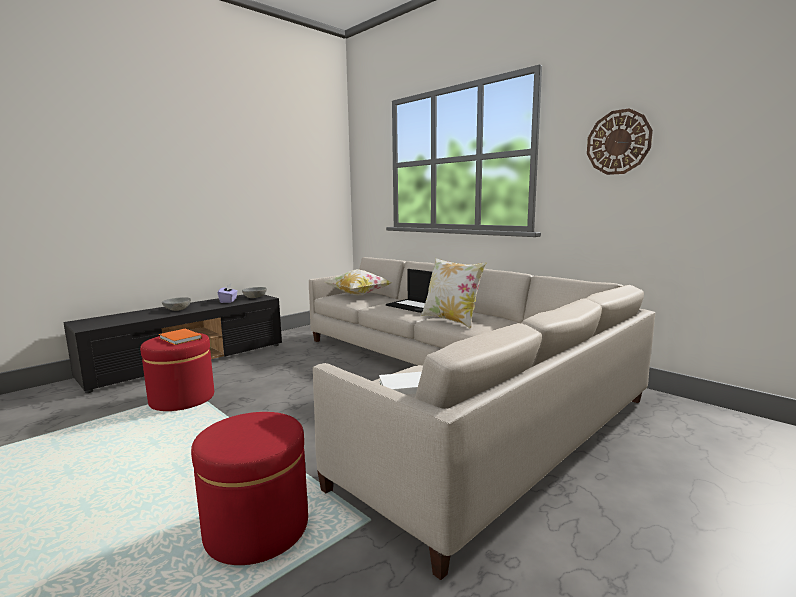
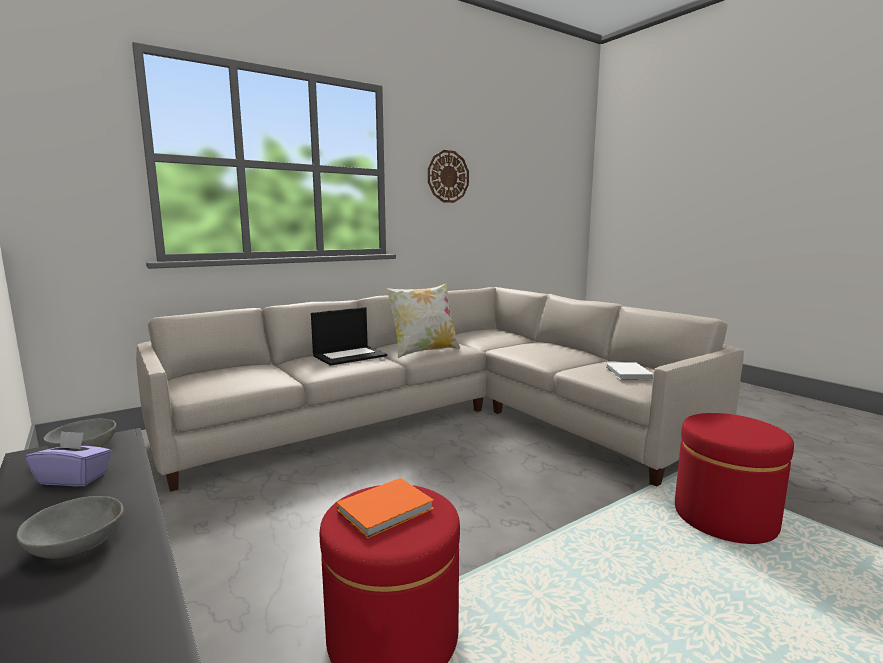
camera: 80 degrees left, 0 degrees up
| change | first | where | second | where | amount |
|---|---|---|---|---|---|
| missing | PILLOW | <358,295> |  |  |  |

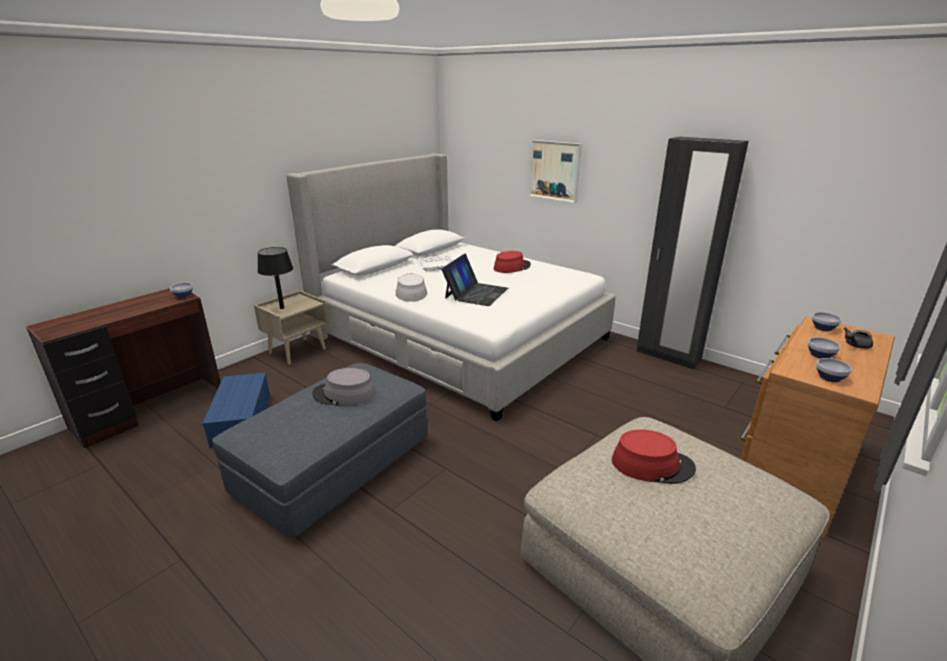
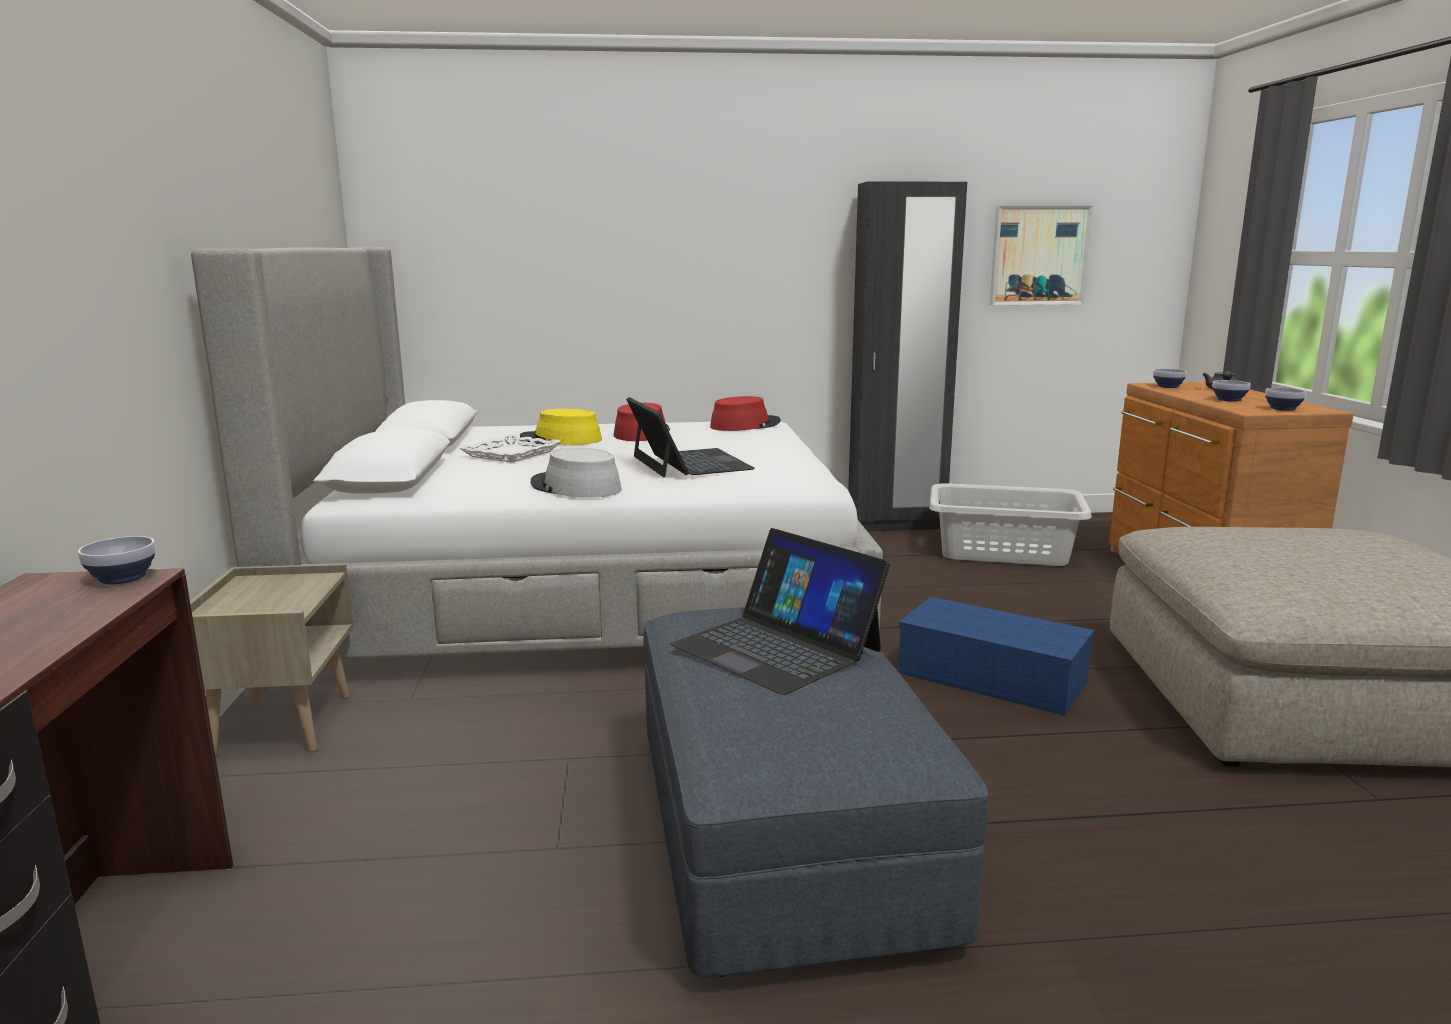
camera: 45 degrees left, 10 degrees down
| change | first | where | second | where | amount |
|---|---|---|---|---|---|
| appeared |  |  | YELLOW HAT | <561,440> |  |
| exchanged | GREY HAT | <344,394> | LAPTOP | <777,647> |  |
| relocated | RED HAT | <652,465> |  | <745,425> |  |
| relocated | BLUE STORAGE BOX | <242,420> |  | <994,677> |  |
| appeared |  |  | GREY LAUNDRY BASKET | <1002,551> |  |
| relocated | PICTURE | <555,170> |  | <1039,255> |  |
| missing | BLACK TABLE LAMP | <282,308> |  |  |  |

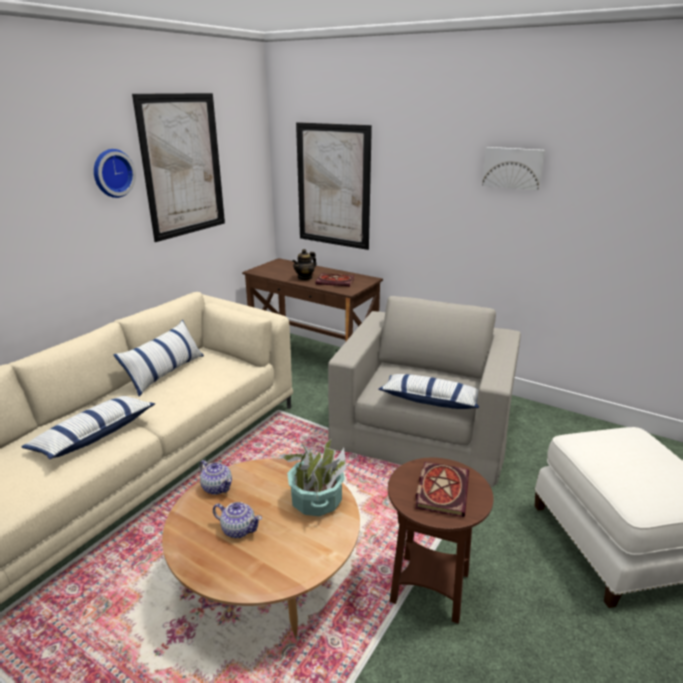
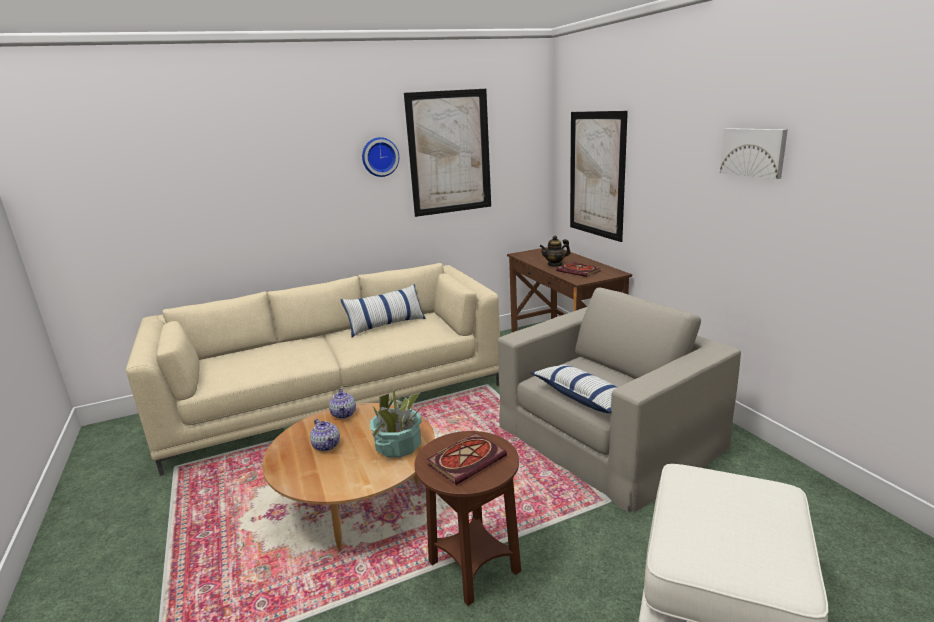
camera: 35 degrees right, 5 degrees down
| change | first | where | second | where | amount |
|---|---|---|---|---|---|
| missing | PILLOW | <94,435> |  |  |  |

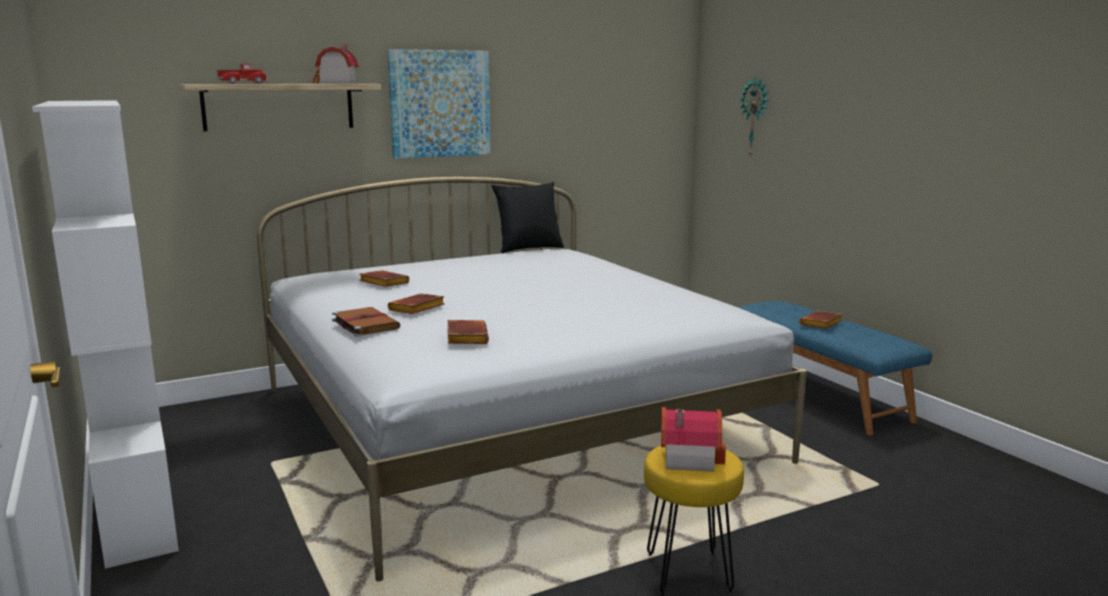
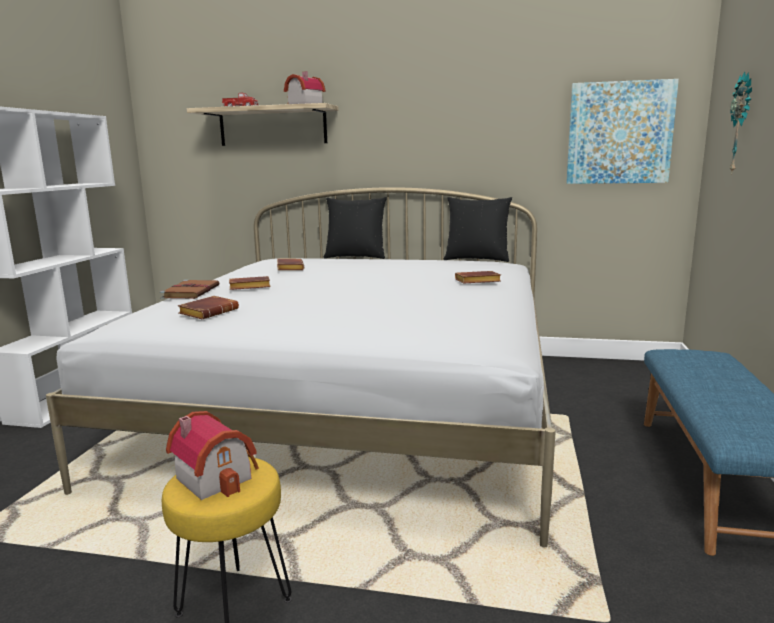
camera: 40 degrees right, 0 degrees up
| change | first | where | second | where | amount |
|---|---|---|---|---|---|
| appeared |  |  | BLACK PILLOW | <356,257> |  |
| relocated | BROWN BOOK | <821,324> |  | <476,282> |  |
| relocated | PICTURE | <439,103> |  | <619,133> |  |

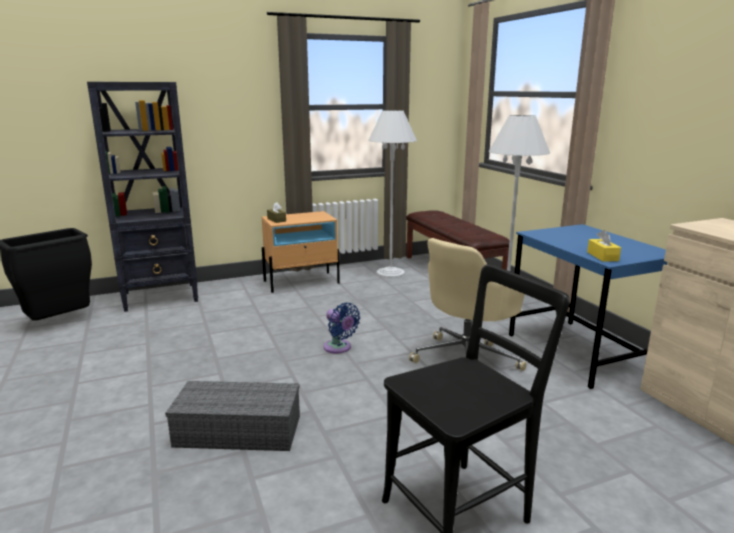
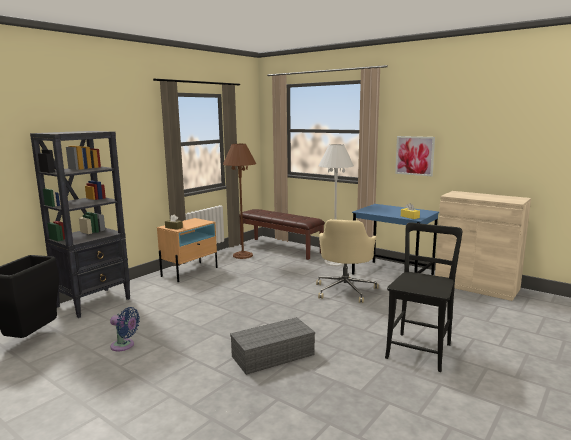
camera: 30 degrees left, 5 degrees down
| change | first | where | second | where | amount |
|---|---|---|---|---|---|
| relocated | BLUE FAN | <339,348> |  | <124,346> |  |
| colour | WHITE FLOOR LAMP | <390,273> | BROWN FLOOR LAMP | <242,255> |  |
| appeared |  |  | PICTURE | <414,155> |  |

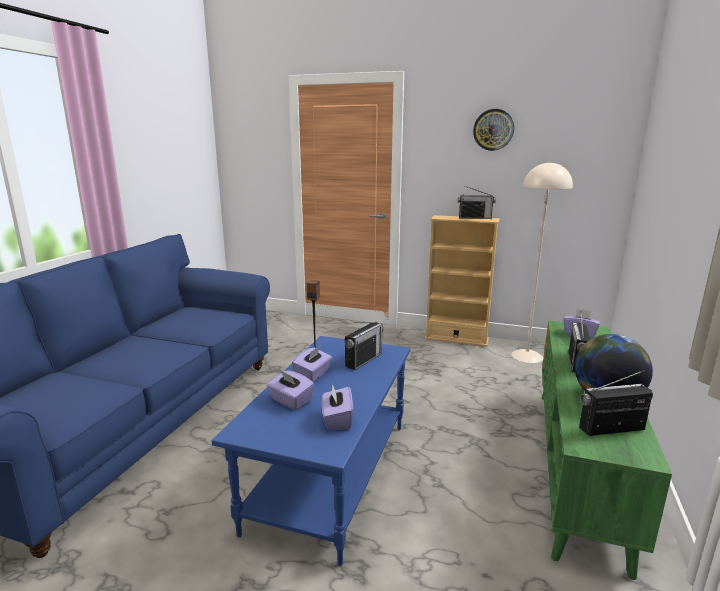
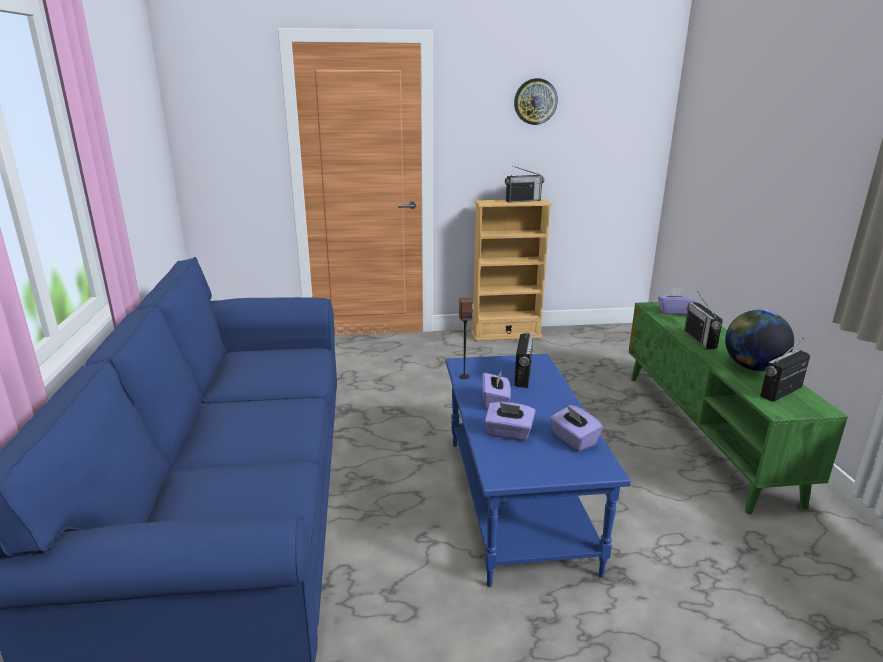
camera: 25 degrees left, 5 degrees up
| change | first | where | second | where | amount |
|---|---|---|---|---|---|
| missing | BEIGE FLOOR LAMP | <527,356> |  |  |  |

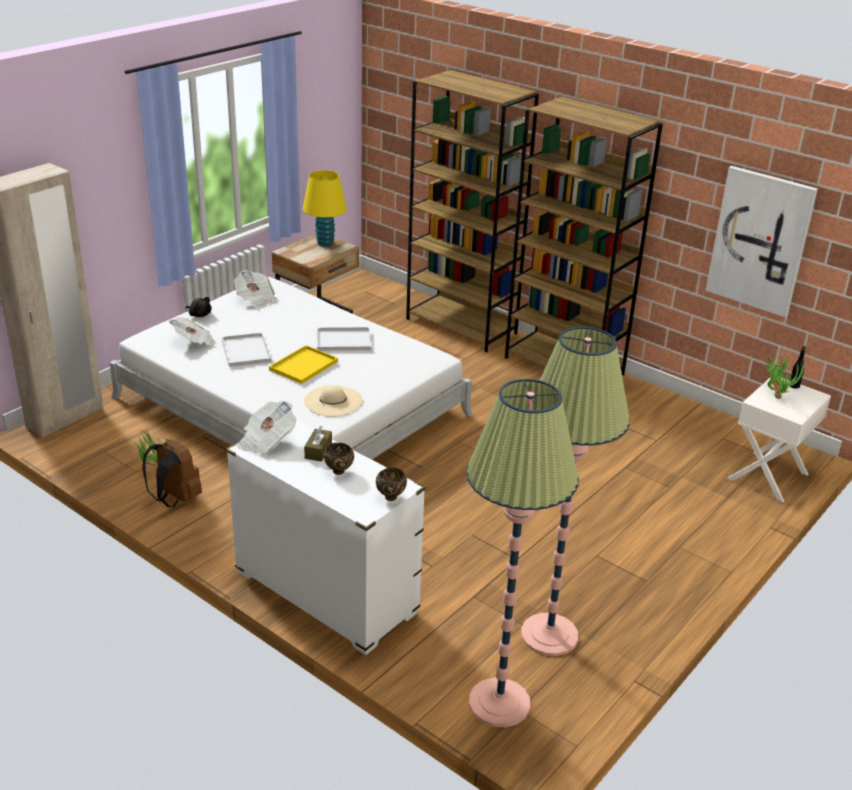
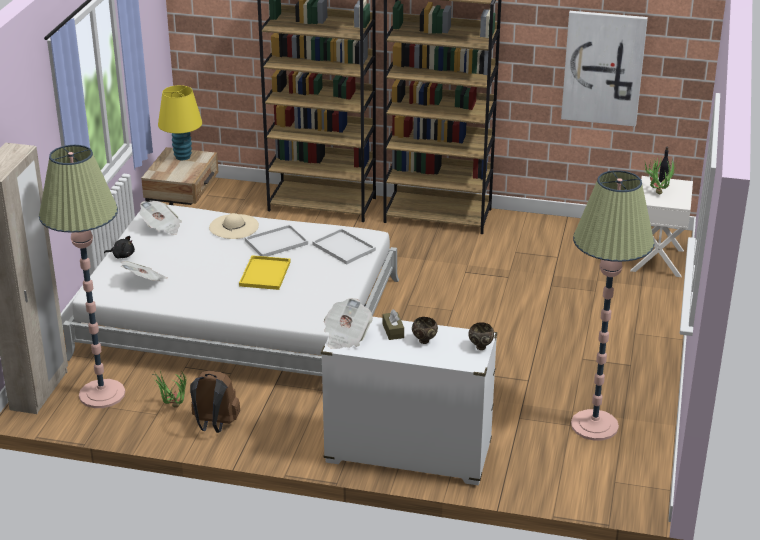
camera: 25 degrees left, 0 degrees up
| change | first | where | second | where | amount |
|---|---|---|---|---|---|
| relocated | FLOOR LAMP | <499,703> |  | <102,394> |  |
| relocated | BEIGE HAT | <333,401> |  | <234,226> |  |
| relocated | WHITE TRAY | <247,351> |  | <345,248> |  |

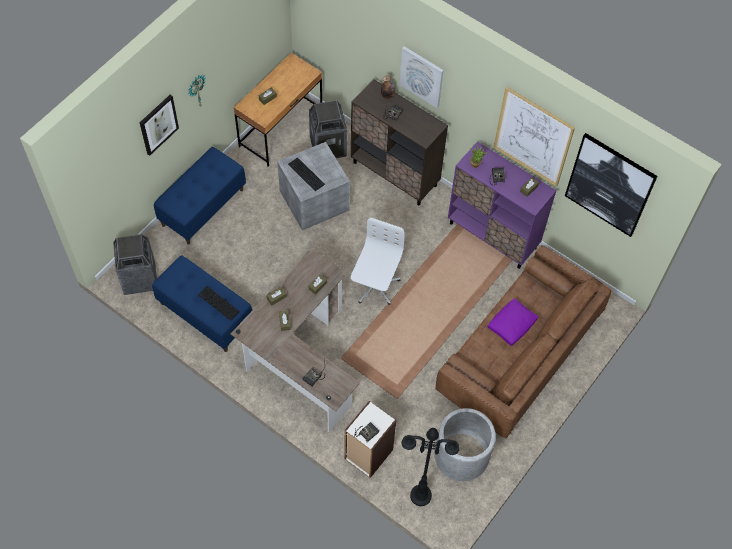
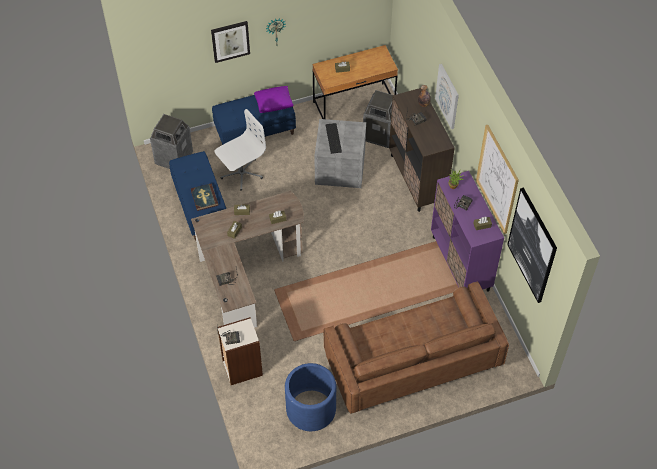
camera: 35 degrees right, 5 degrees down
| change | first | where | second | where | amount |
|---|---|---|---|---|---|
| exchanged | KEYBOARD | <218,304> | BOOK | <204,198> |  |
| relocated | WHITE OFFICE CHAIR | <374,286> |  | <241,173> |  |
| relocated | PURPLE PILLOW | <511,325> |  | <273,103> |  |
| colour | GREY PLANTER | <461,455> | BLUE PLANTER | <311,409> |  |
| missing | BLACK FLOOR LAMP | <420,496> |  |  |  |

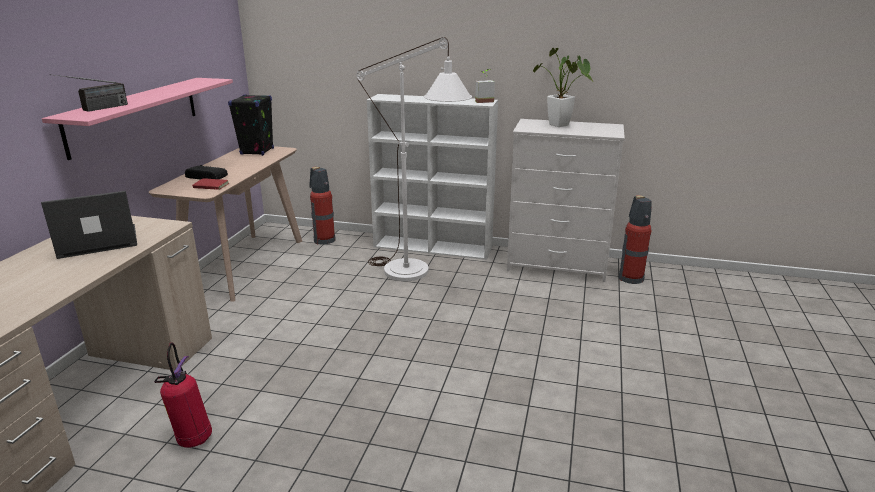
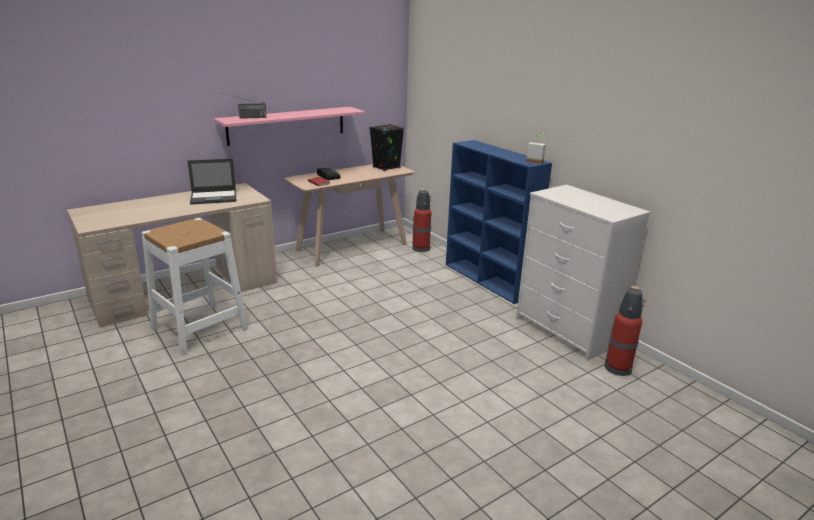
camera: 40 degrees right, 0 degrees up
| change | first | where | second | where | amount |
|---|---|---|---|---|---|
| exchanged | FIRE EXTINGUISHER | <193,439> | WHITE STOOL | <199,329> |  |
| spun | LAPTOP | <96,242> |  | <214,197> | 150 degrees clockwise |
| colour | WHITE BOOKCASE | <434,247> | BLUE BOOKCASE | <488,280> |  |
| missing | WHITE FLOOR LAMP | <416,274> |  |  |  |
| missing | POTTED PLANT | <561,126> |  |  |  |

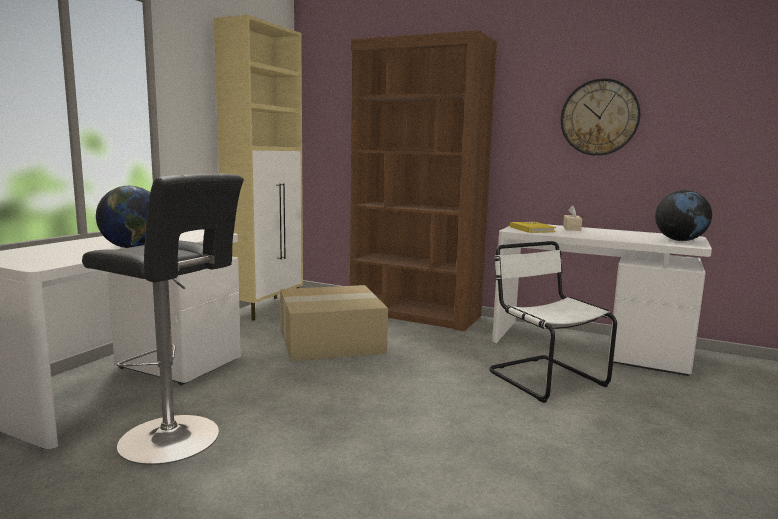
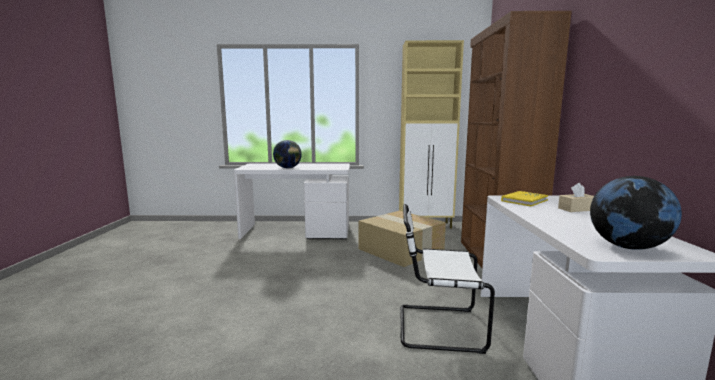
camera: 65 degrees right, 0 degrees up
| change | first | where | second | where | amount |
|---|---|---|---|---|---|
| spun | WHITE CHAIR | <543,377> |  | <436,327> | 120 degrees counterclockwise |
| missing | BLACK STOOL | <175,440> |  |  |  |
| missing | WALL CLOCK | <599,117> |  |  |  |

